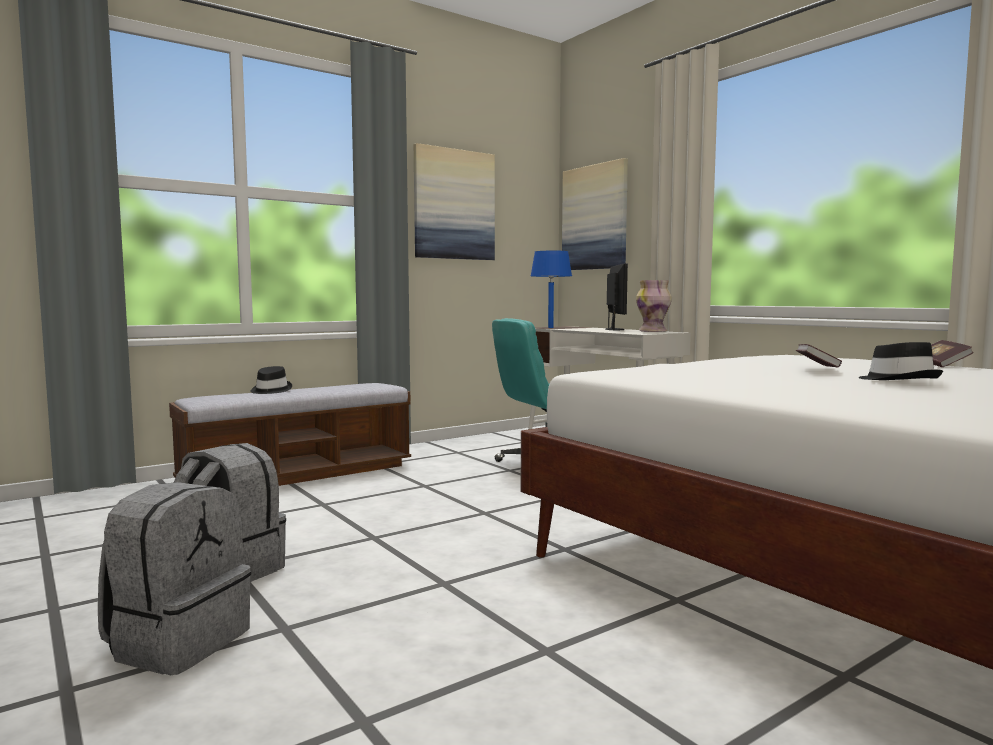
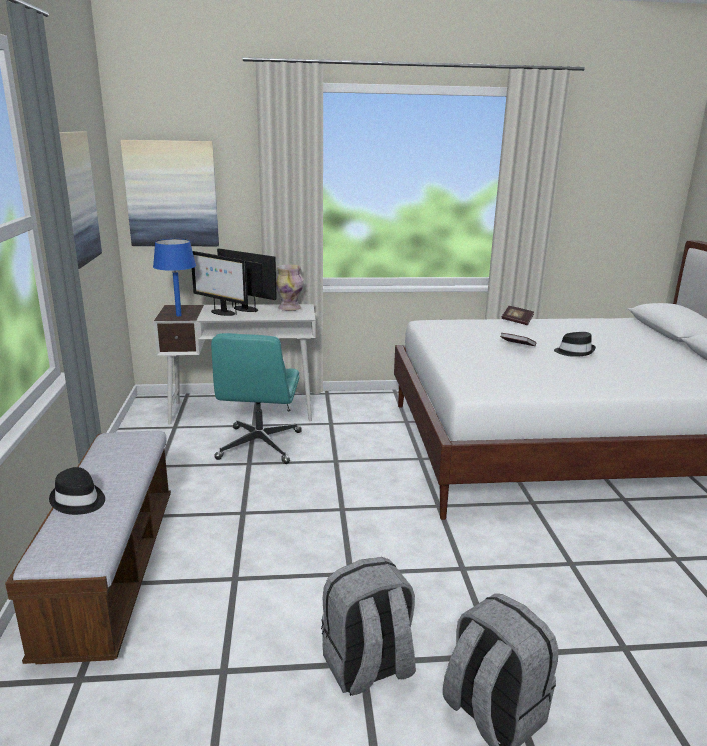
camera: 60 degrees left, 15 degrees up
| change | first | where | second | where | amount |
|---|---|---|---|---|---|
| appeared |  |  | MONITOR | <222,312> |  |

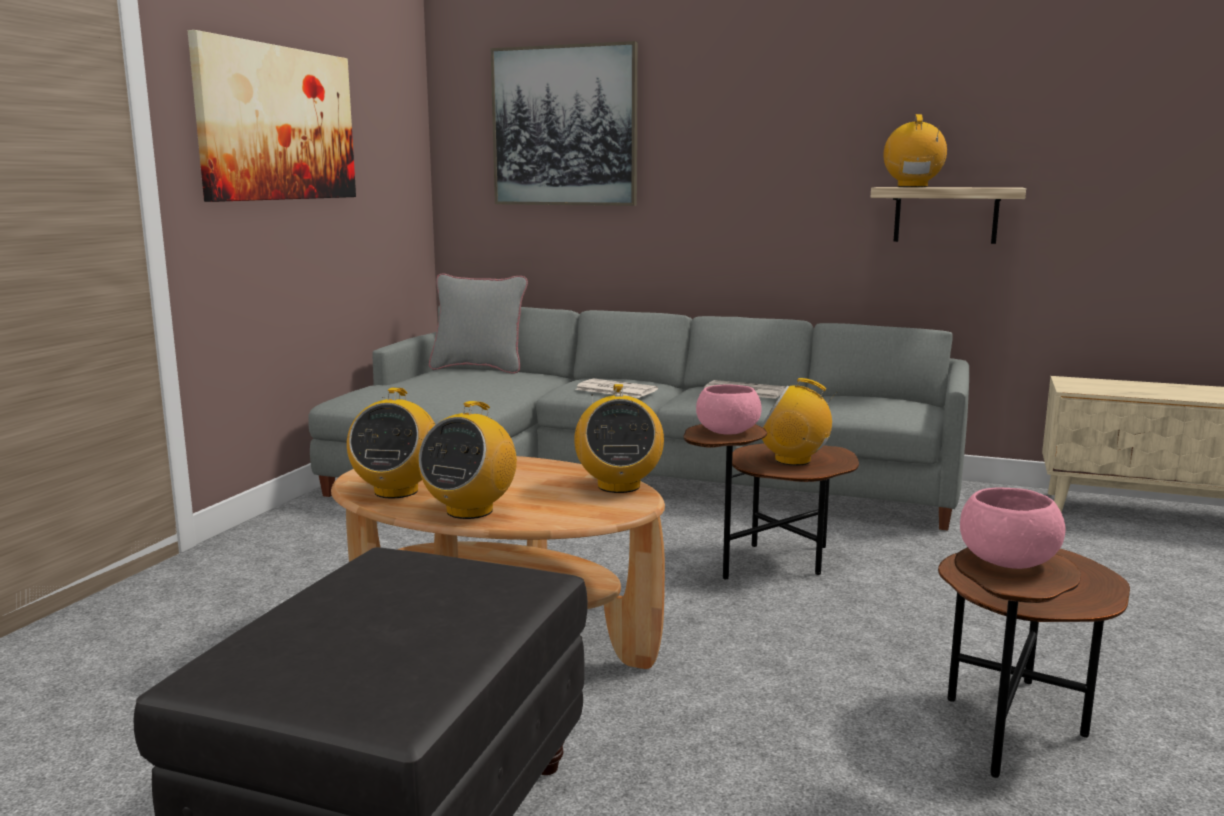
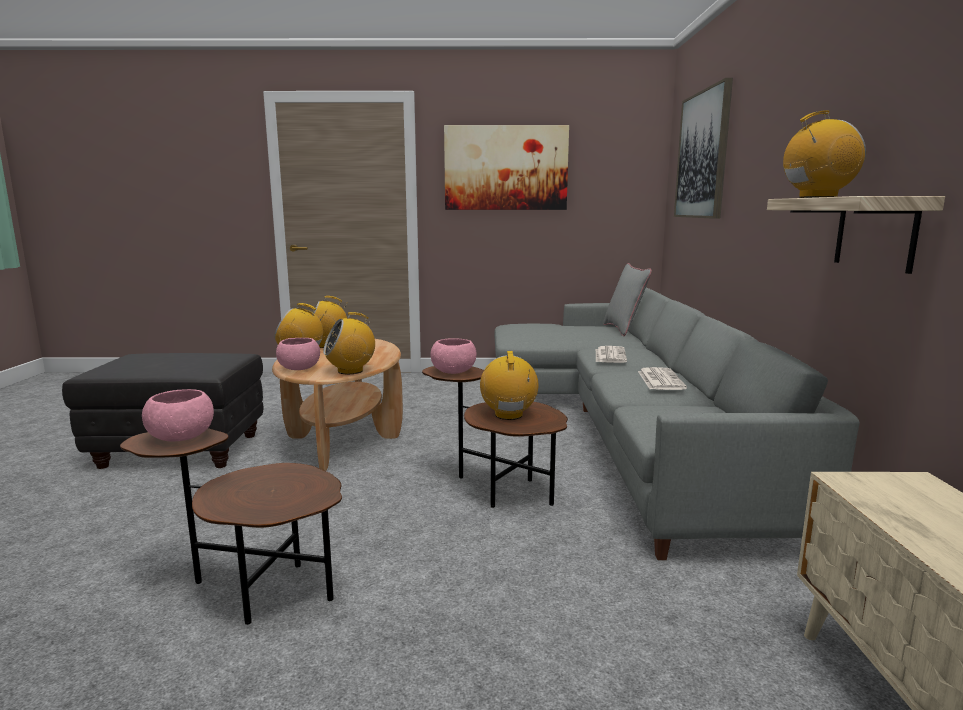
camera: 70 degrees right, 0 degrees up
| change | first | where | second | where | amount |
|---|---|---|---|---|---|
| appeared |  |  | PINK BOWL | <299,368> |  |

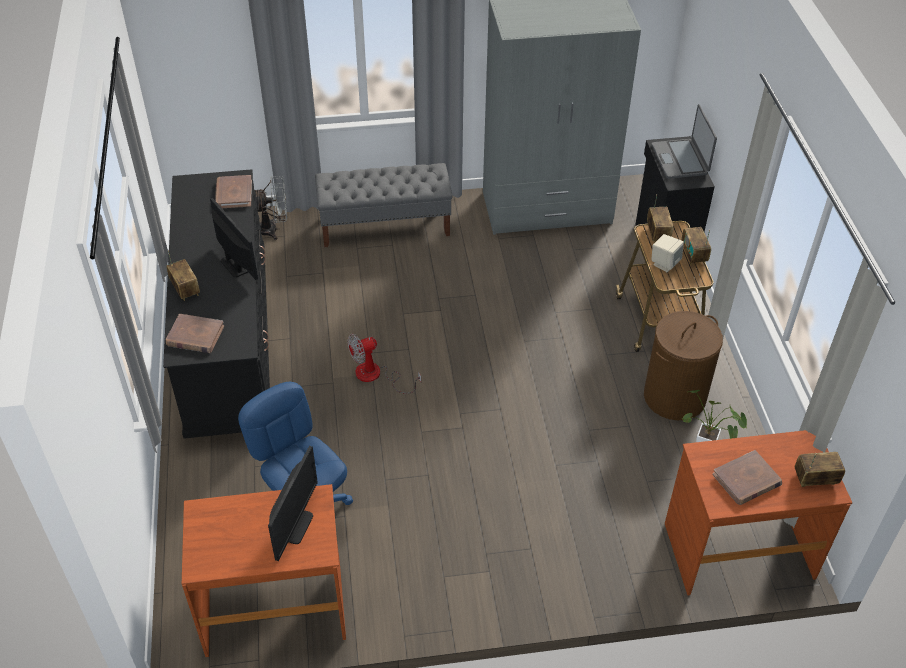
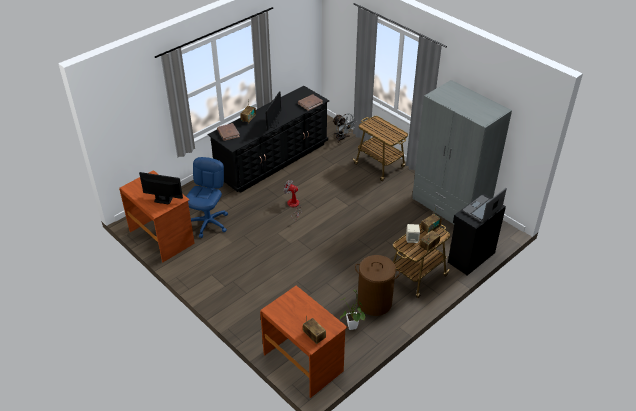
camera: 55 degrees right, 5 degrees down
| change | first | where | second | where | amount |
|---|---|---|---|---|---|
| spun | MONITOR | <295,526> |  | <163,200> | 150 degrees counterclockwise |
| exchanged | GREY BENCH | <385,226> | CART | <380,166> |  |
| missing | BROWN BOOK | <746,480> |  |  |  |

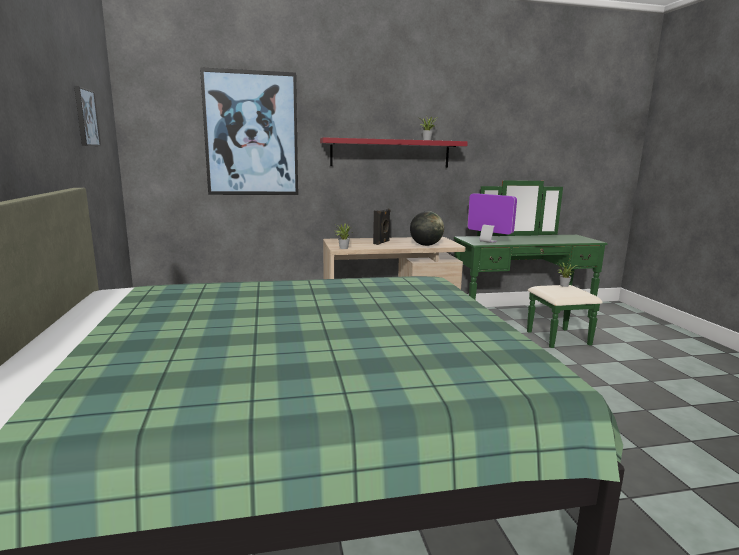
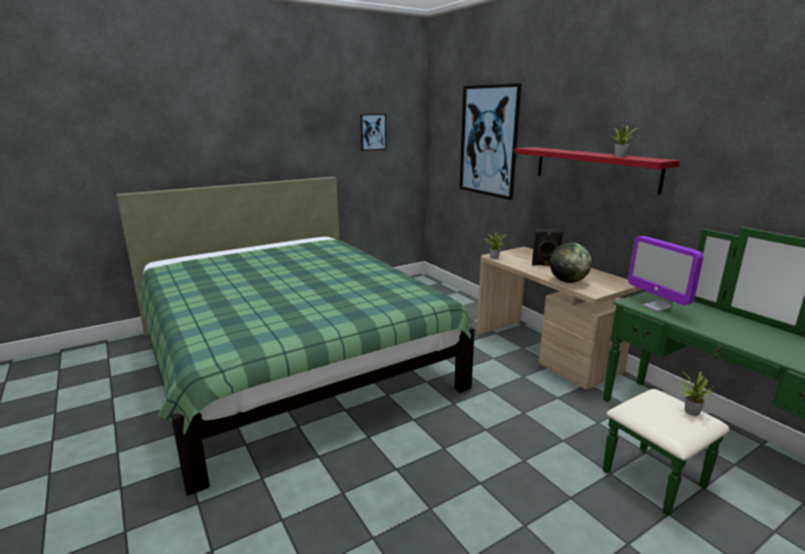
camera: 70 degrees right, 5 degrees up
| change | first | where | second | where | amount |
|---|---|---|---|---|---|
| spun | MONITOR | <488,241> |  | <657,306> | 135 degrees clockwise |

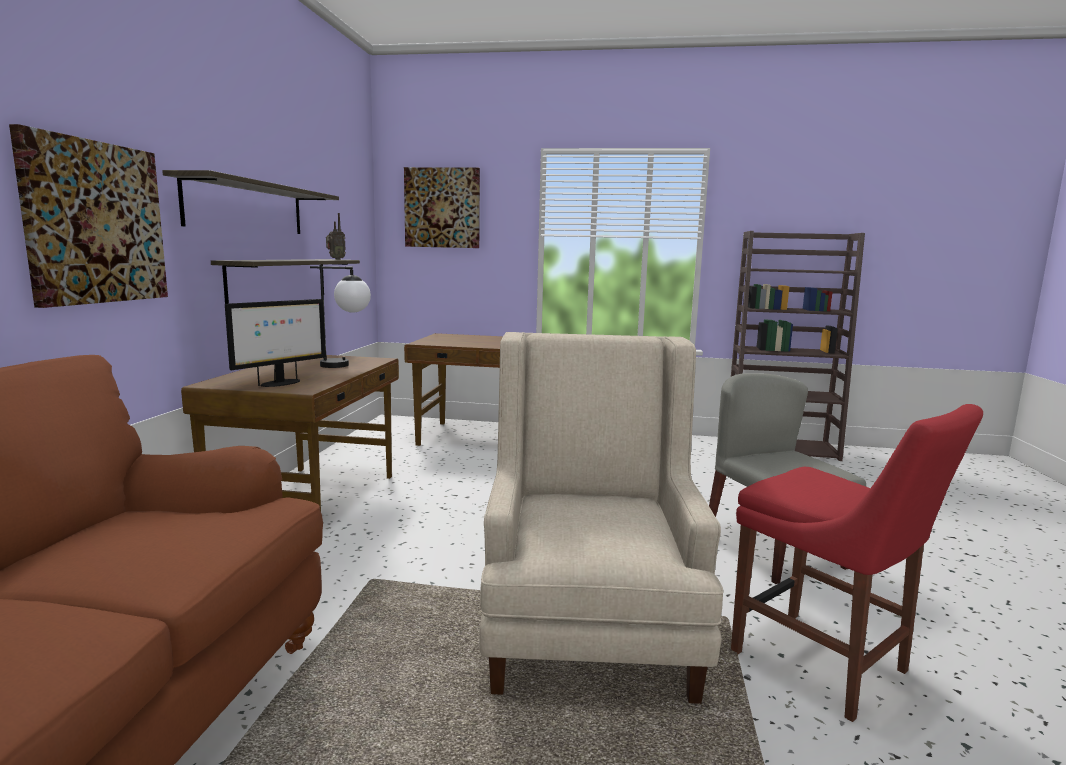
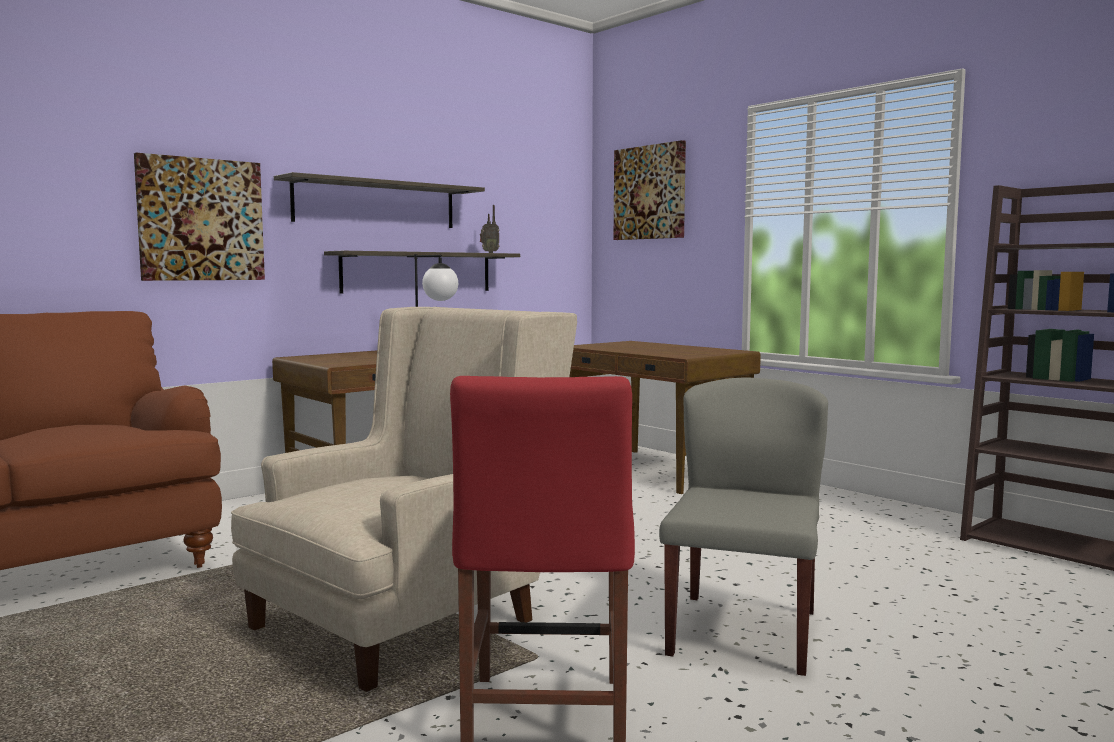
camera: 40 degrees right, 5 degrees down
| change | first | where | second | where | amount |
|---|---|---|---|---|---|
| missing | MONITOR | <280,383> |  |  |  |

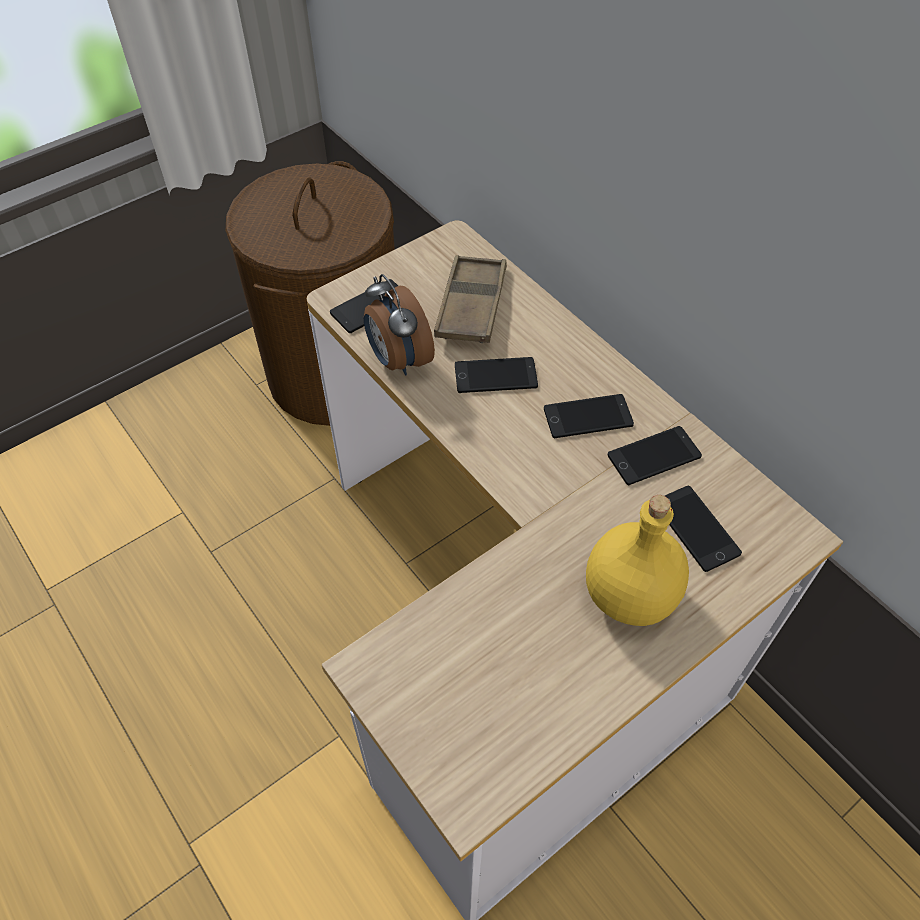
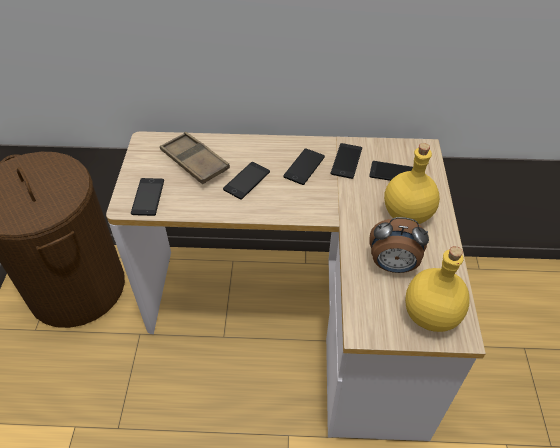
camera: 50 degrees left, 5 degrees down
| change | first | where | second | where | amount |
|---|---|---|---|---|---|
| relocated | ALARM CLOCK | <398,360> |  | <393,265> |  |
| appeared |  |  | YELLOW BOTTLE | <432,315> |  |

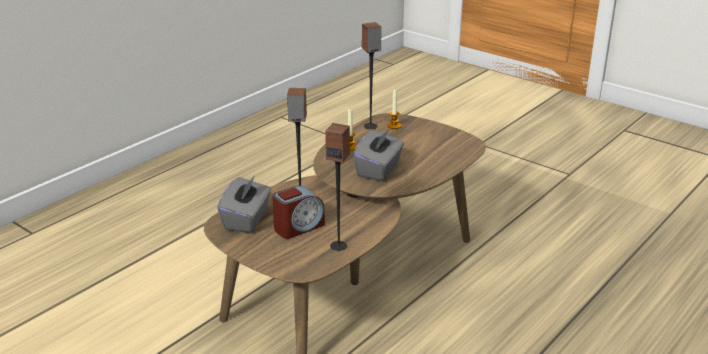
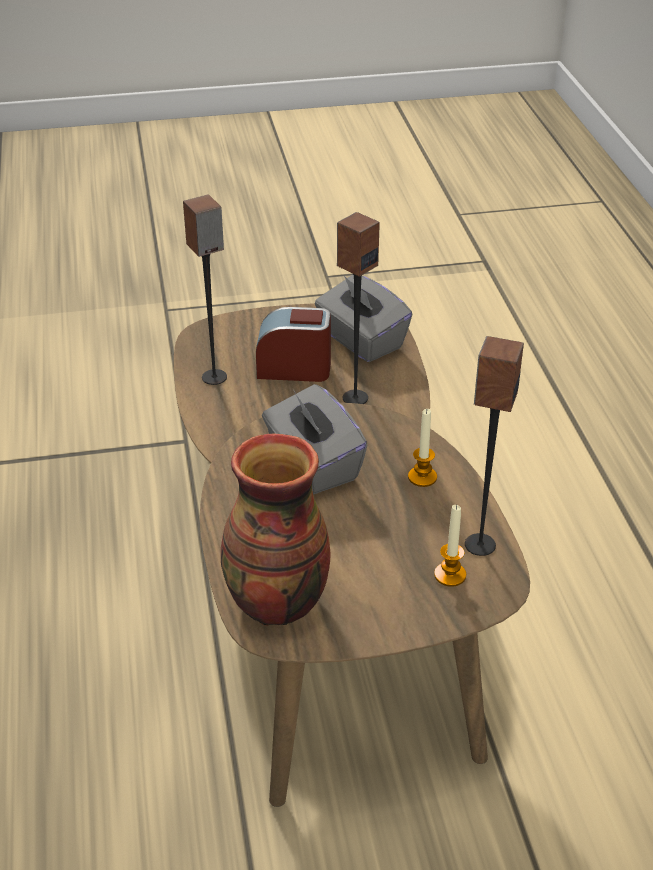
camera: 130 degrees right, 10 degrees up
| change | first | where | second | where | amount |
|---|---|---|---|---|---|
| appeared |  |  | VASE | <276,603> |  |
| spun | ALARM CLOCK | <298,227> |  | <294,368> | 90 degrees clockwise |

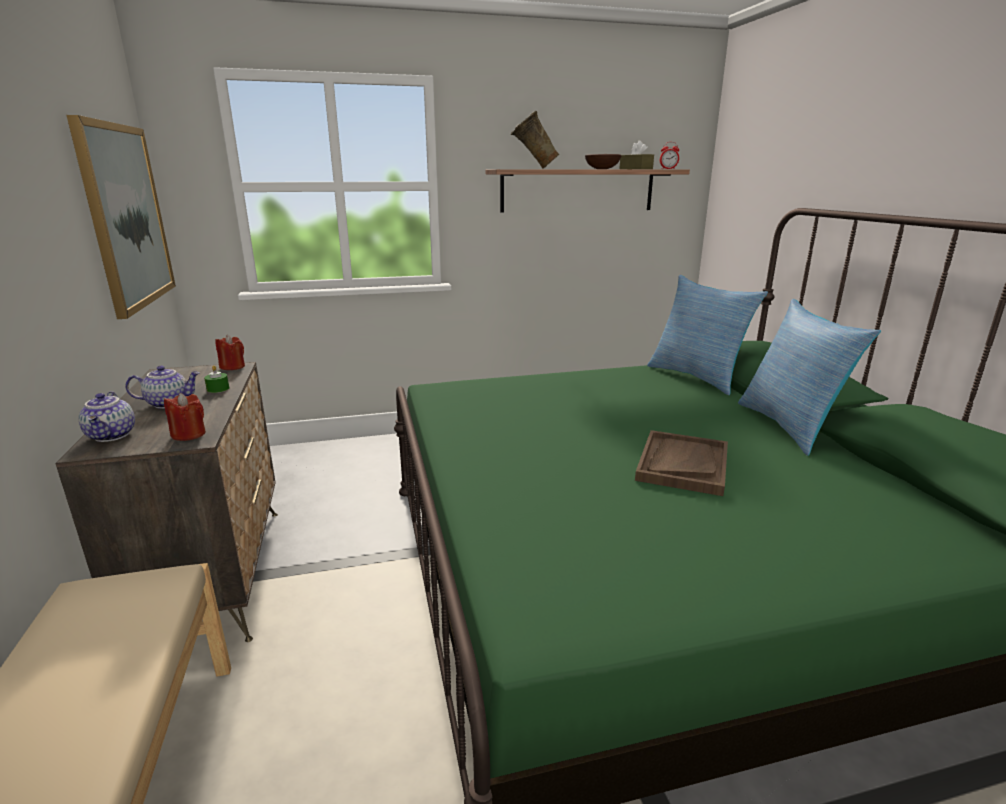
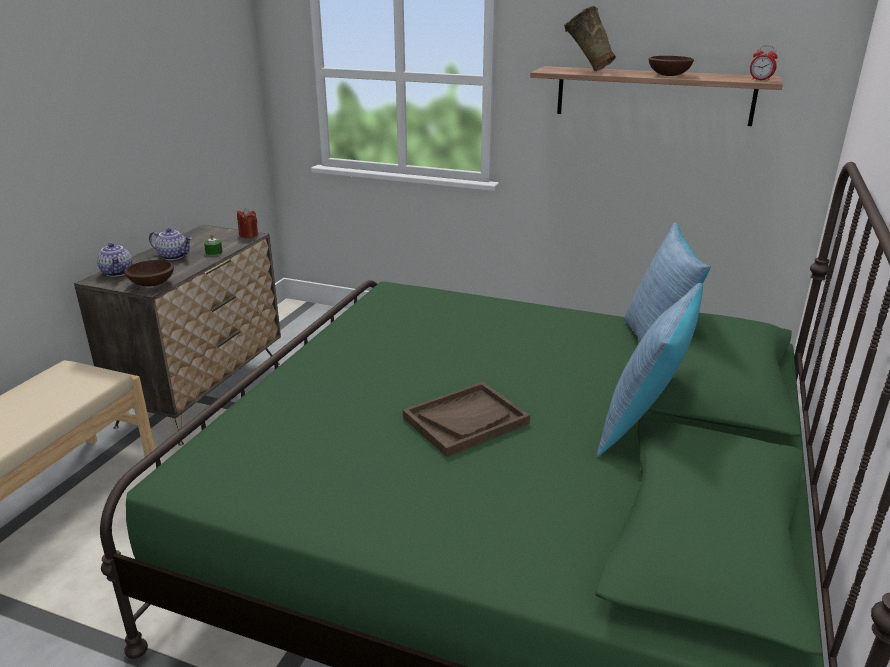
camera: 35 degrees right, 5 degrees up
| change | first | where | second | where | amount |
|---|---|---|---|---|---|
| spun | TEAPOT | <113,435> |  | <118,273> | 45 degrees counterclockwise |
| exchanged | RED CANDLE | <189,434> | BROWN BOWL | <151,284> |  |
| missing | PICTURE | <126,216> |  |  |  |
| missing | BROWN TISSUE BOX | <635,169> |  |  |  |

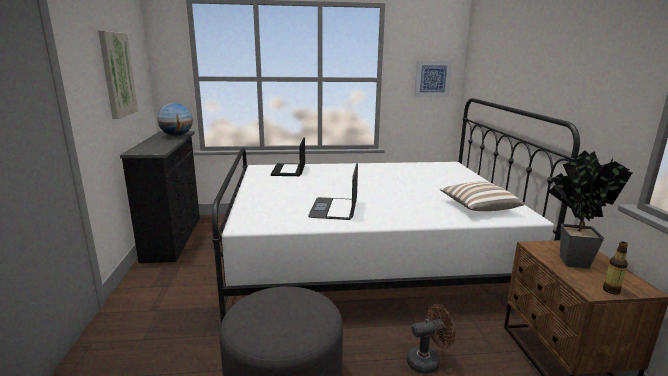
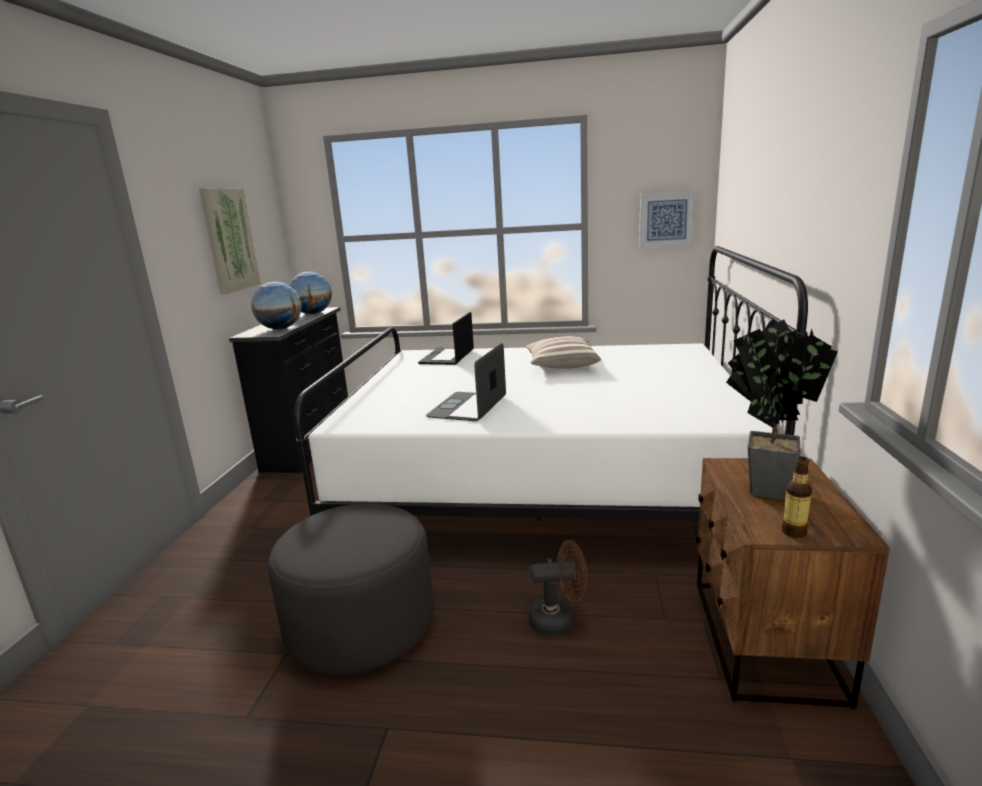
camera: 15 degrees right, 0 degrees up
| change | first | where | second | where | amount |
|---|---|---|---|---|---|
| appeared |  |  | GLOBE | <280,329> |  |
| relocated | PILLOW | <478,208> |  | <561,366> |  |

